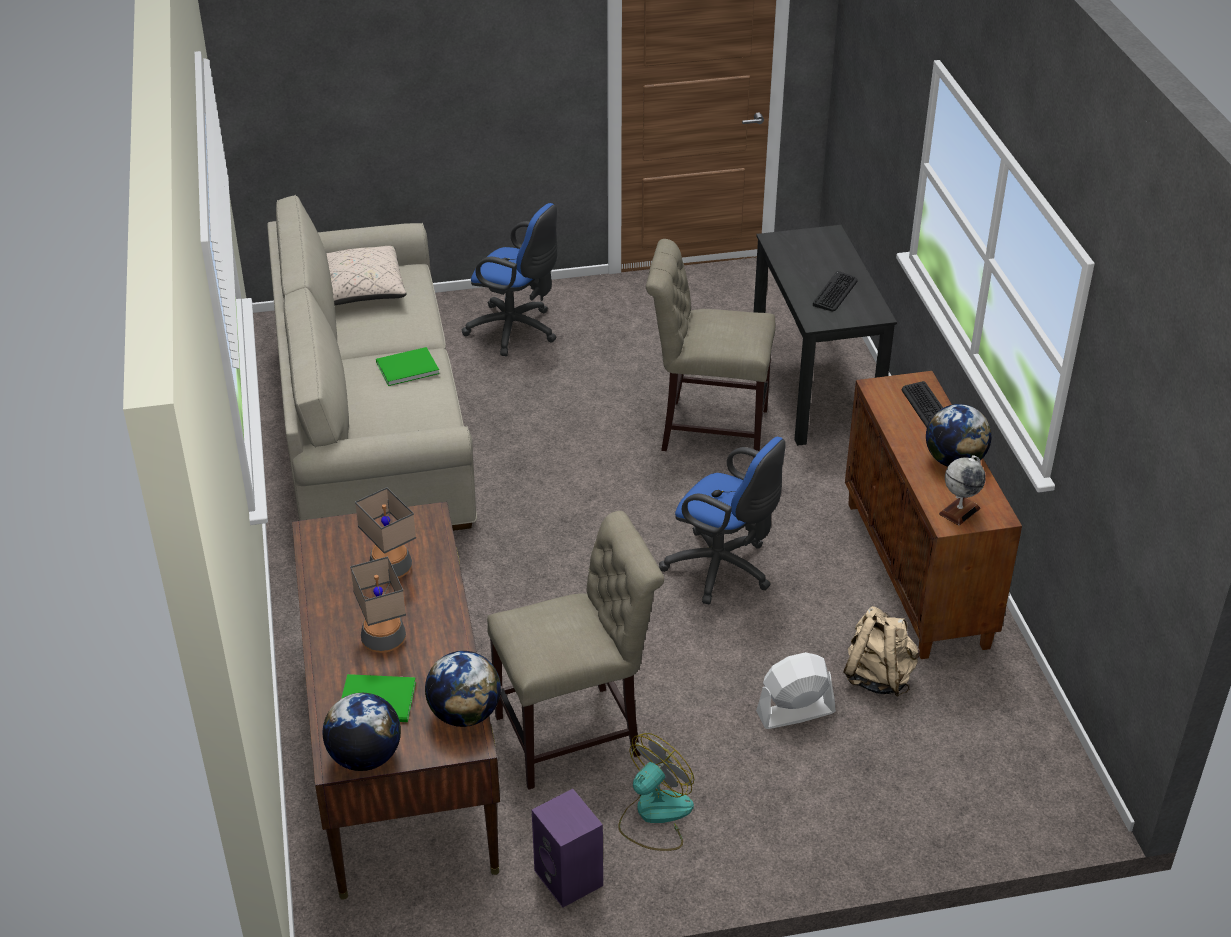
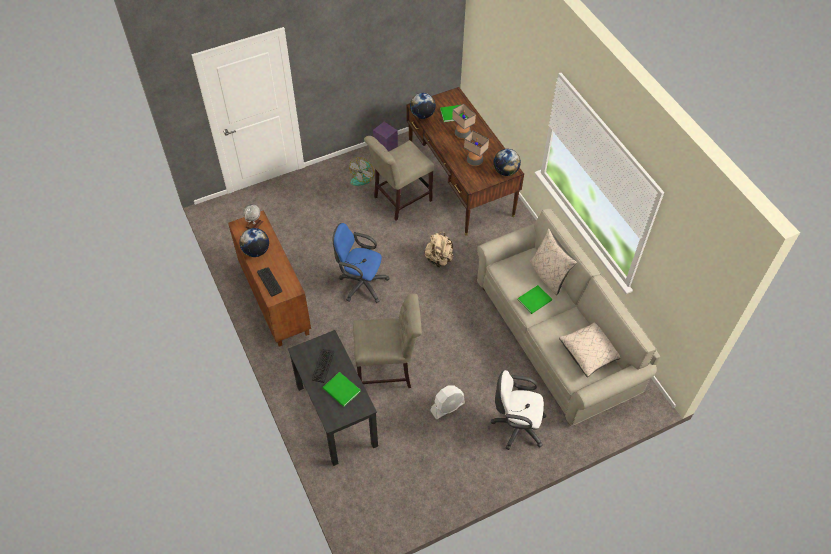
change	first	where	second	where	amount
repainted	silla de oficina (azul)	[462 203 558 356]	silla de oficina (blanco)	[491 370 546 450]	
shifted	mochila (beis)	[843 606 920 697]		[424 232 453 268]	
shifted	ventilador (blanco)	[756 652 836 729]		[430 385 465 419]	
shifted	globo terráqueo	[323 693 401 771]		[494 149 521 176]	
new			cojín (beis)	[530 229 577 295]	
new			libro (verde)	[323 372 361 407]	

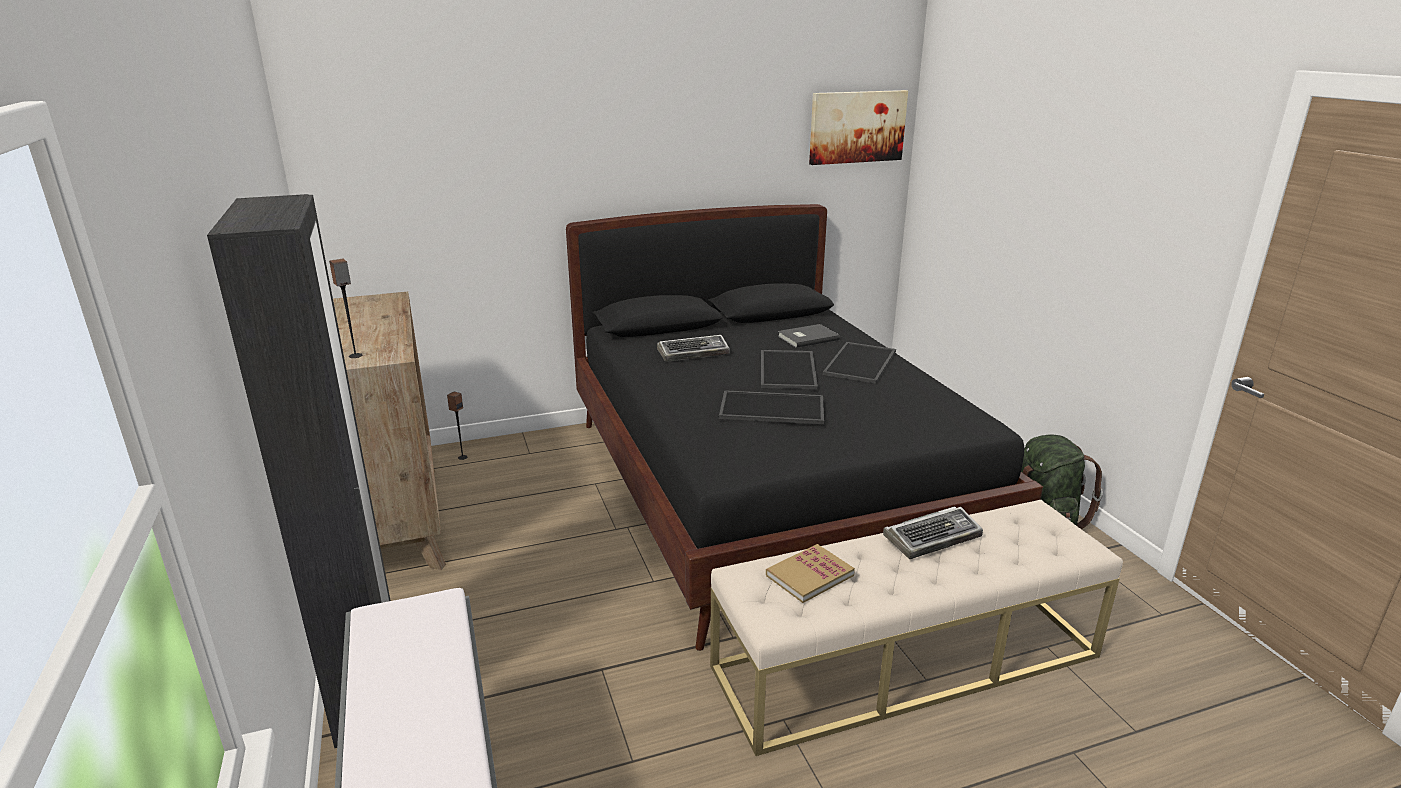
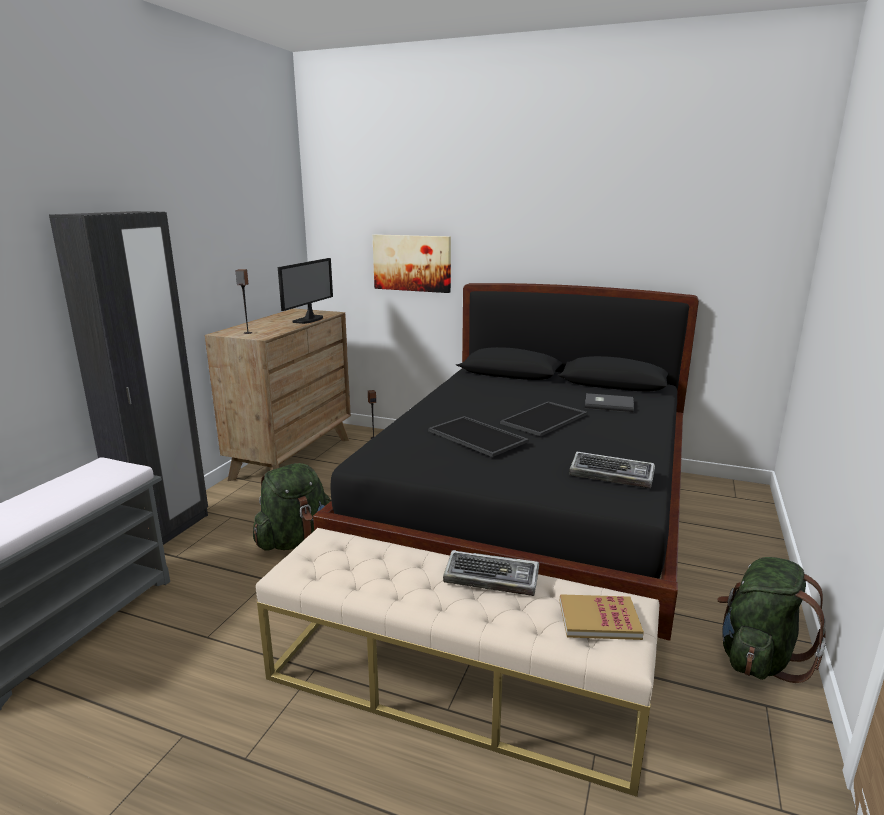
change	first	where	second	where	amount
shifted	cuadro	[809 90 908 165]		[373 234 451 293]	
shifted	teclado	[657 335 730 362]		[569 451 655 489]	
gone	bandeja	[823 342 896 383]			
shifted	libro	[766 544 855 603]		[560 594 644 640]	
new			monitor	[278 258 333 324]	
new			mochila (verde)	[253 463 331 551]	

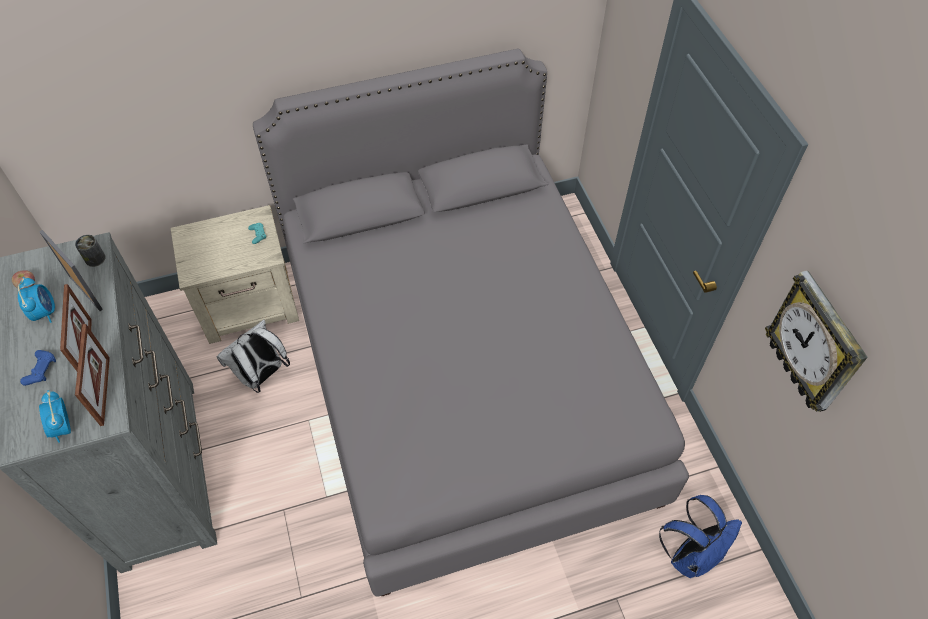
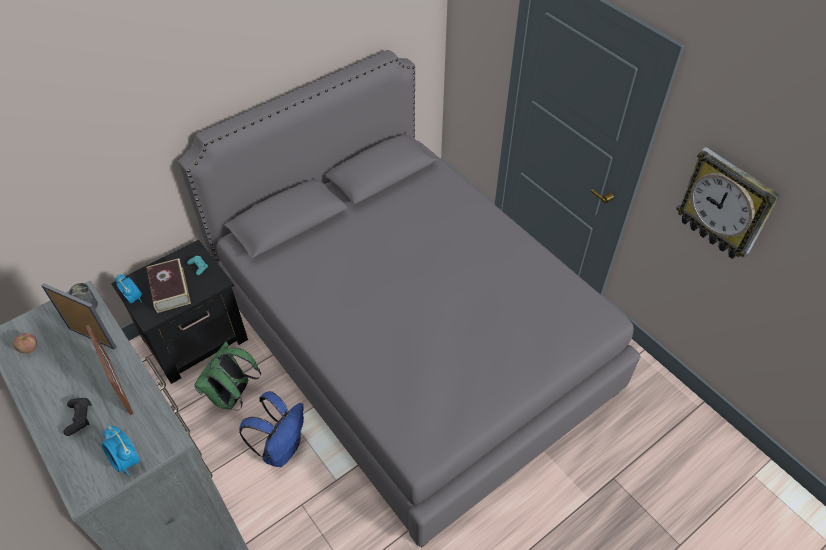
change	first	where	second	where	amount
repainted	mesita de noche (beis)	[170 205 299 344]	mesita de noche (negro)	[111 240 248 384]	
shifted	despertador	[18 277 55 323]		[115 274 142 304]	
repainted	mochila (blanco)	[217 319 290 393]	mochila (verde)	[194 341 261 410]	
gone	portarretratos	[75 324 110 426]			
repainted	mando de consola (azul)	[20 350 56 386]	mando de consola (negro)	[64 398 92 436]	
shifted	mochila (azul)	[659 495 742 578]		[239 391 304 467]	
new			libro	[147 258 191 313]	

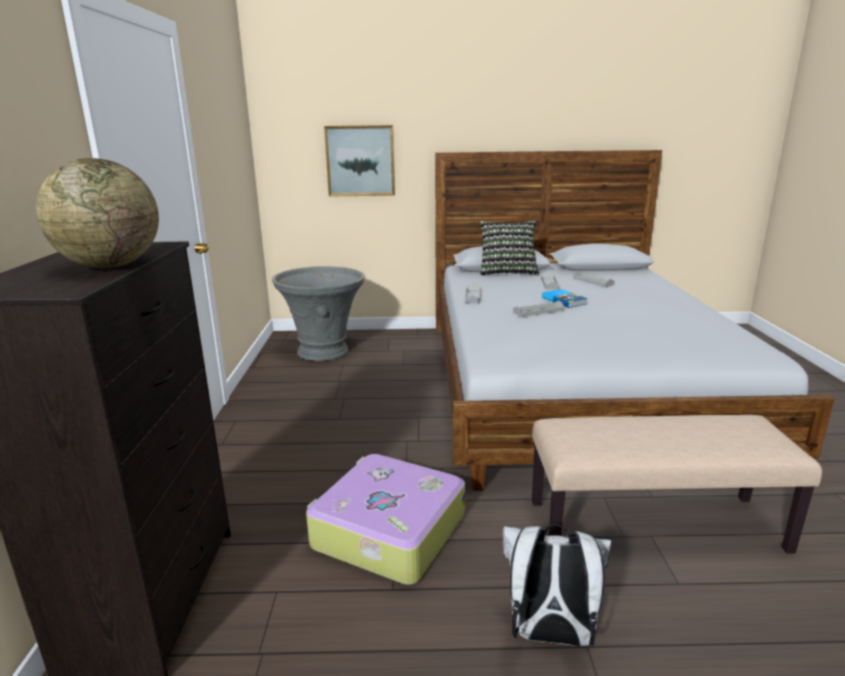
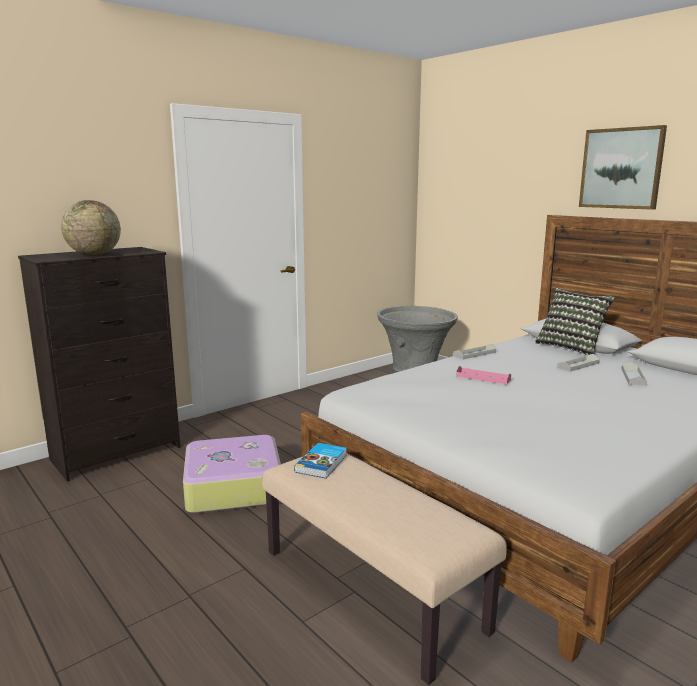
change	first	where	second	where	amount
shifted	cuadro	[324 125 395 196]		[579 125 667 210]	
shifted	libro	[542 289 588 308]		[294 443 347 479]	
repainted	bandeja (gris)	[513 301 564 317]	bandeja (rosa)	[456 366 511 384]	
gone	mochila (blanco)	[503 524 611 646]			

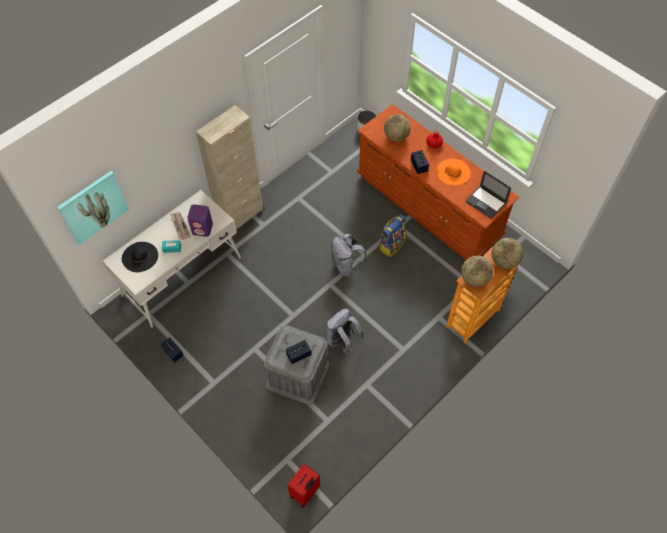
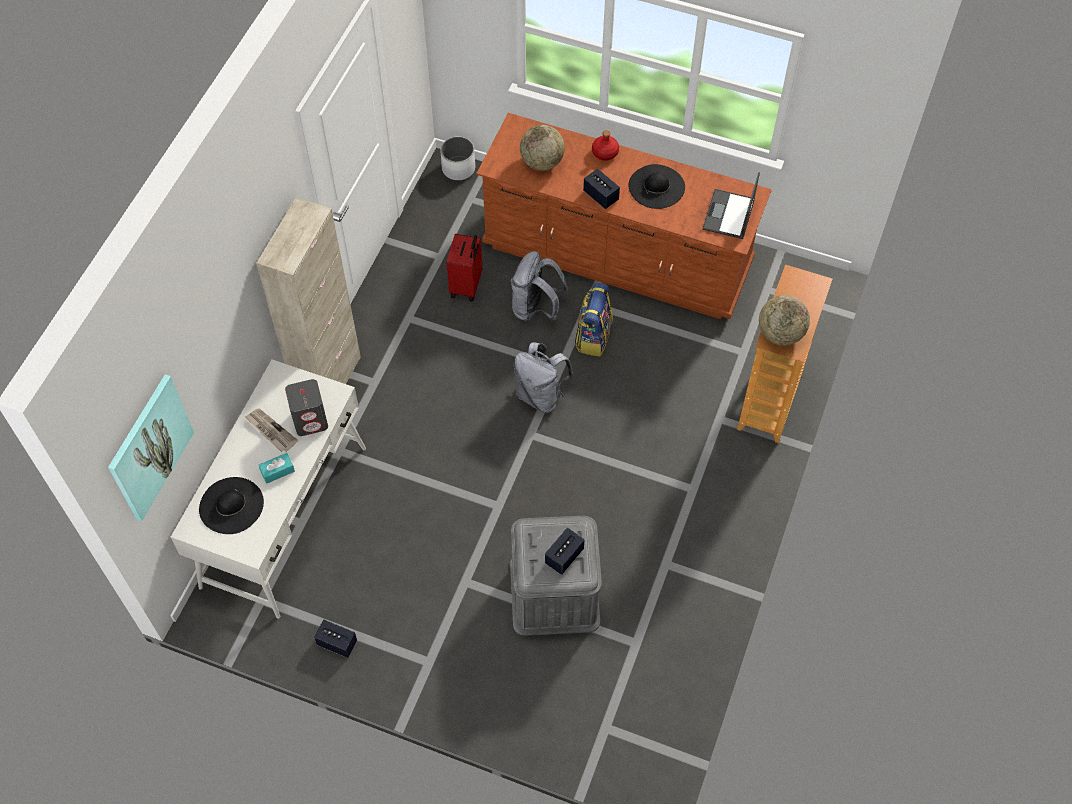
change	first	where	second	where	amount
repainted	sombrero (naranja)	[436 159 471 186]	sombrero (negro)	[628 164 685 209]	
rotated	portátil	[465 171 511 219]		[702 172 760 239]	90 degrees clockwise
repainted	altavoz (morado)	[187 204 213 237]	altavoz (gris)	[285 379 328 436]	
gone	globo terráqueo	[492 238 523 269]			
shifted	mochila (gris)	[326 309 364 355]		[511 251 568 321]	
shifted	maleta (rojo)	[287 464 320 507]		[447 234 482 301]	

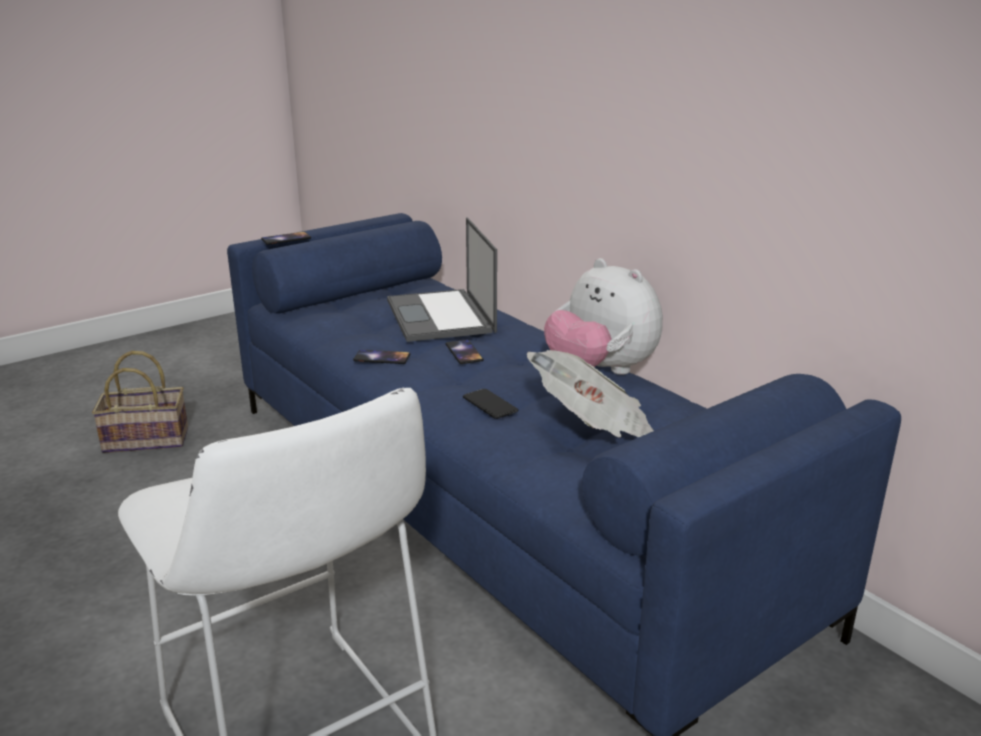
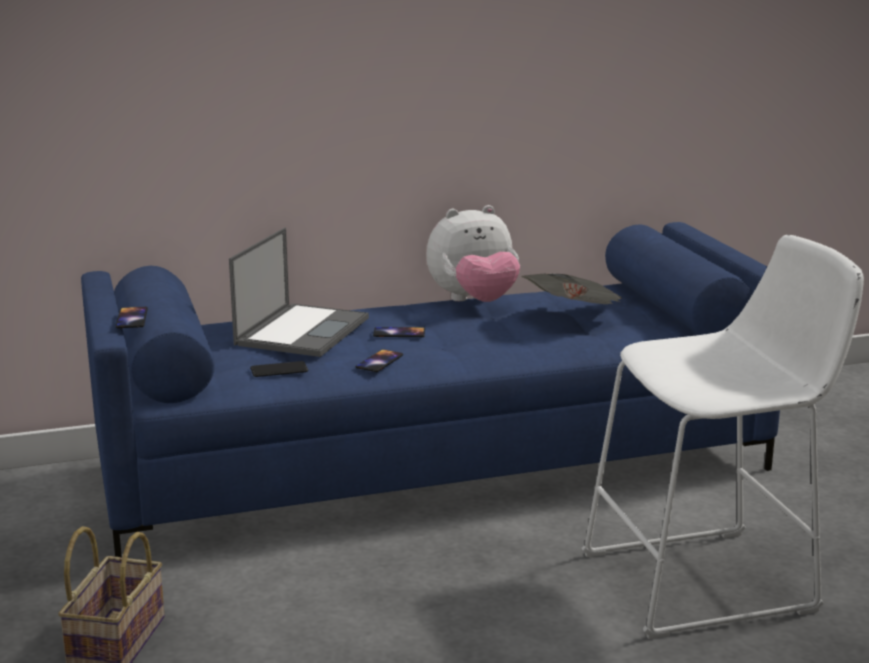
change	first	where	second	where	amount
rotated	portátil	[387 217 497 342]		[229 228 369 357]	75 degrees counterclockwise
shifted	móvil	[463 389 518 419]		[250 361 308 377]	

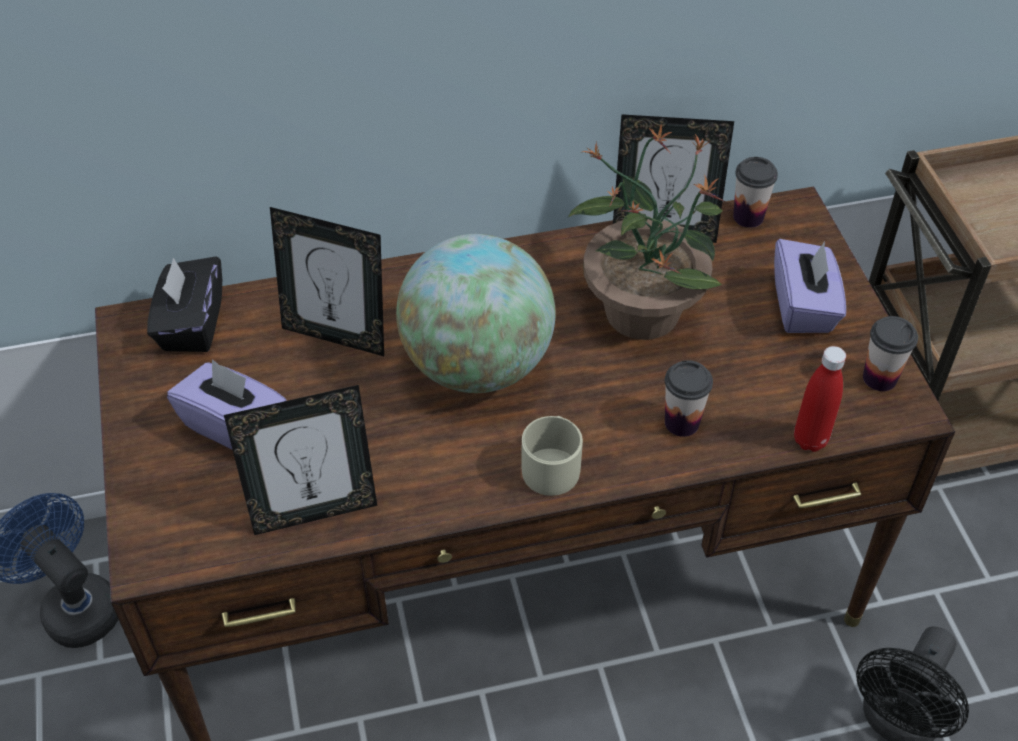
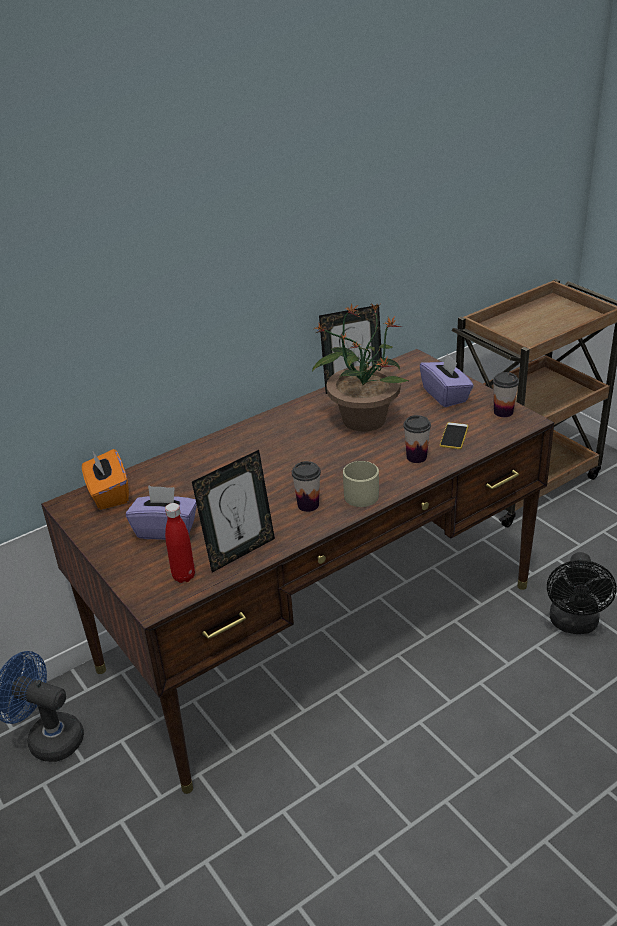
change	first	where	second	where	amount
shifted	taza	[733 157 778 228]		[292 461 321 512]	
gone	portarretratos	[270 207 384 356]			
gone	globo terráqueo	[396 234 555 393]			
repainted	caja de pañuelos (negro)	[147 256 222 352]	caja de pañuelos (naranja)	[82 449 129 510]	
shifted	botella (rojo)	[794 346 846 452]		[165 503 195 583]	
new			móvil	[440 422 469 449]	

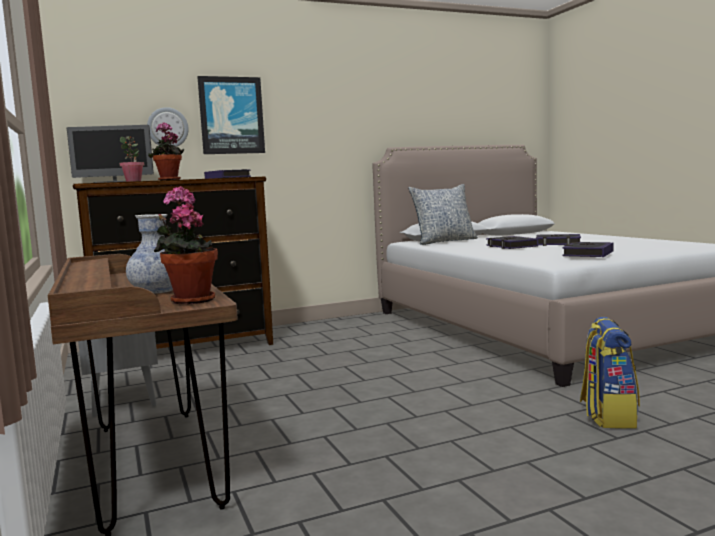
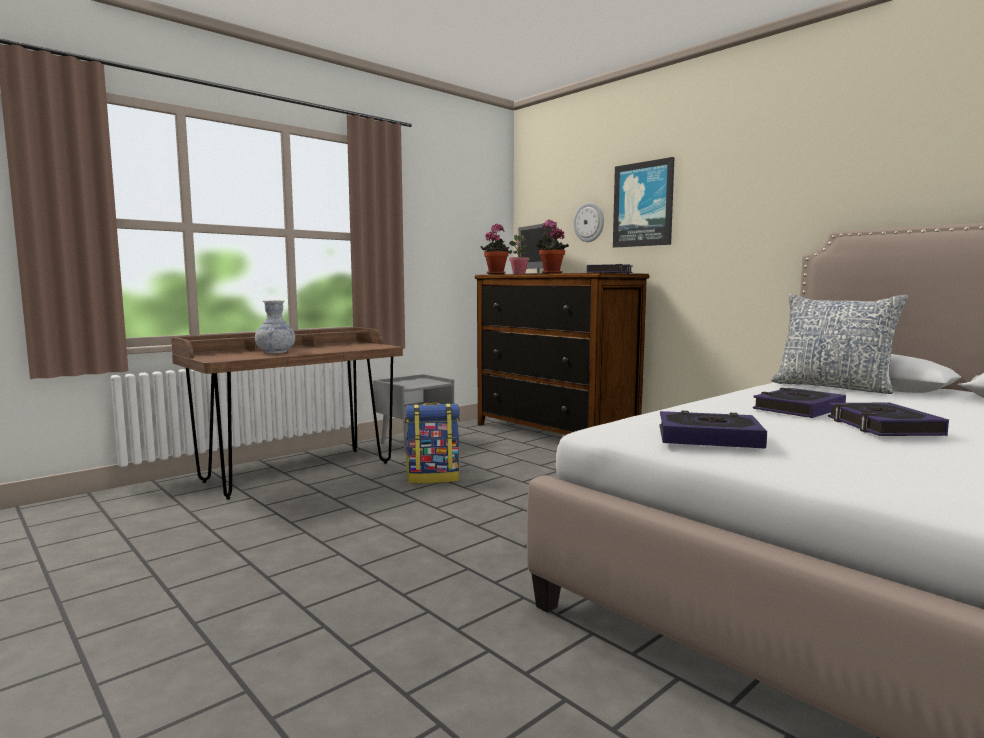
change	first	where	second	where	amount
shifted	planta en maceta	[154 186 218 304]		[480 224 512 274]	
shifted	mochila	[580 317 640 429]		[405 403 460 484]	

